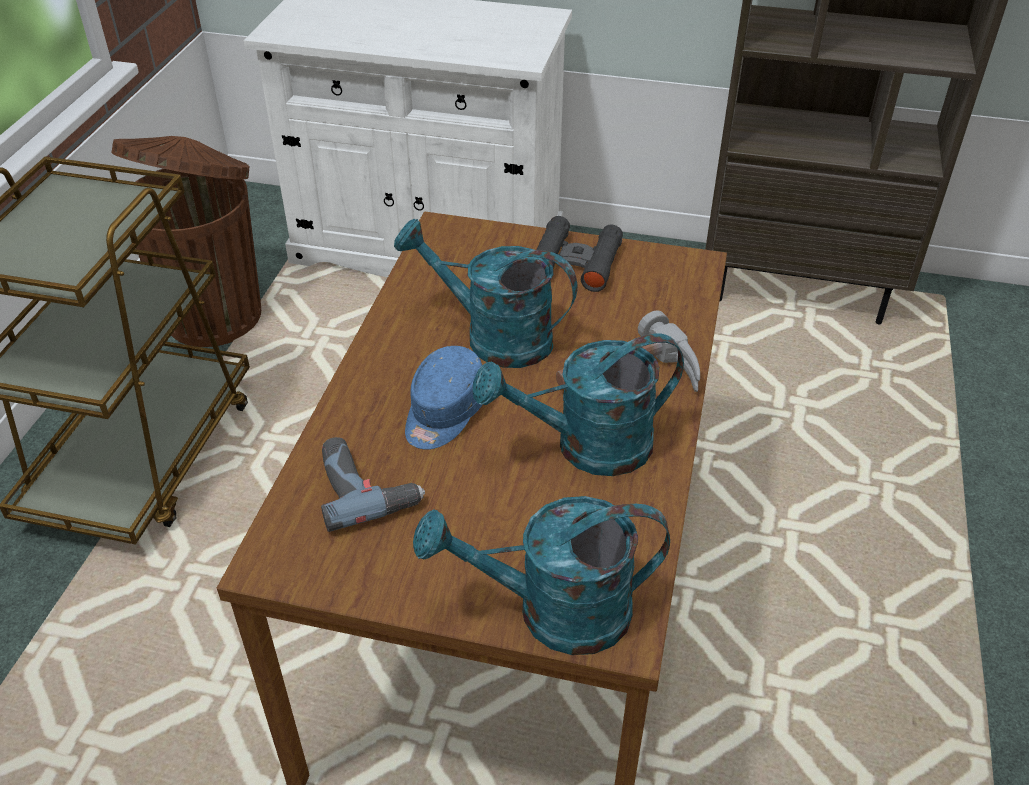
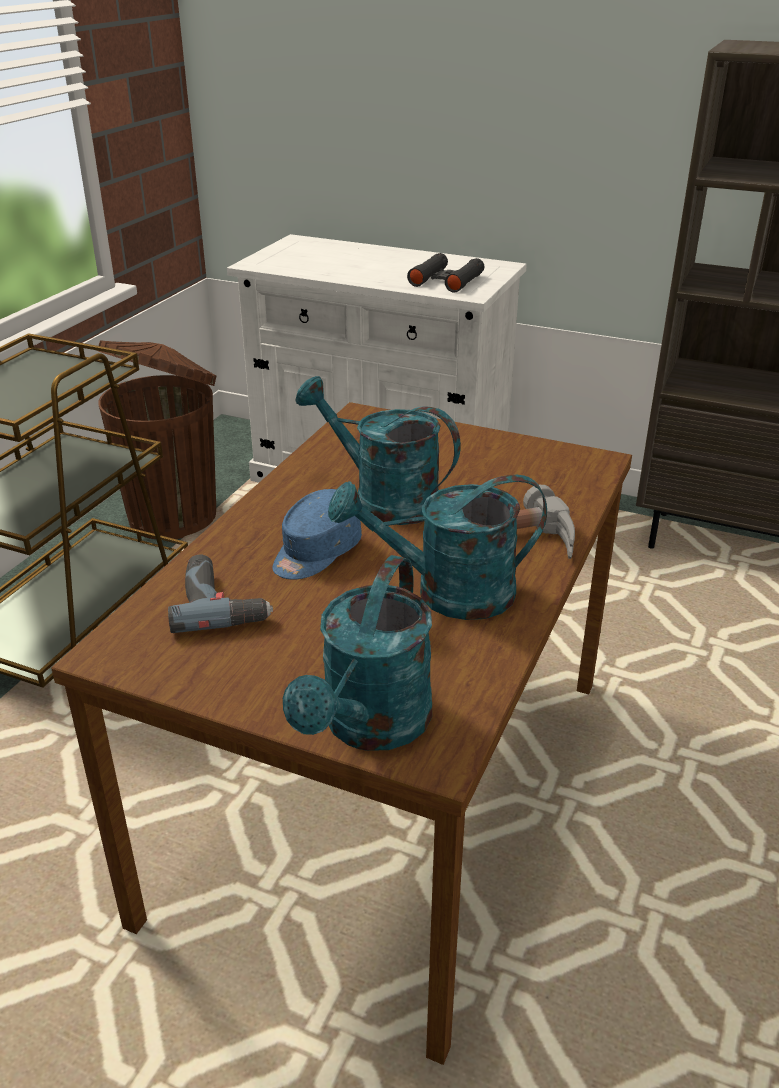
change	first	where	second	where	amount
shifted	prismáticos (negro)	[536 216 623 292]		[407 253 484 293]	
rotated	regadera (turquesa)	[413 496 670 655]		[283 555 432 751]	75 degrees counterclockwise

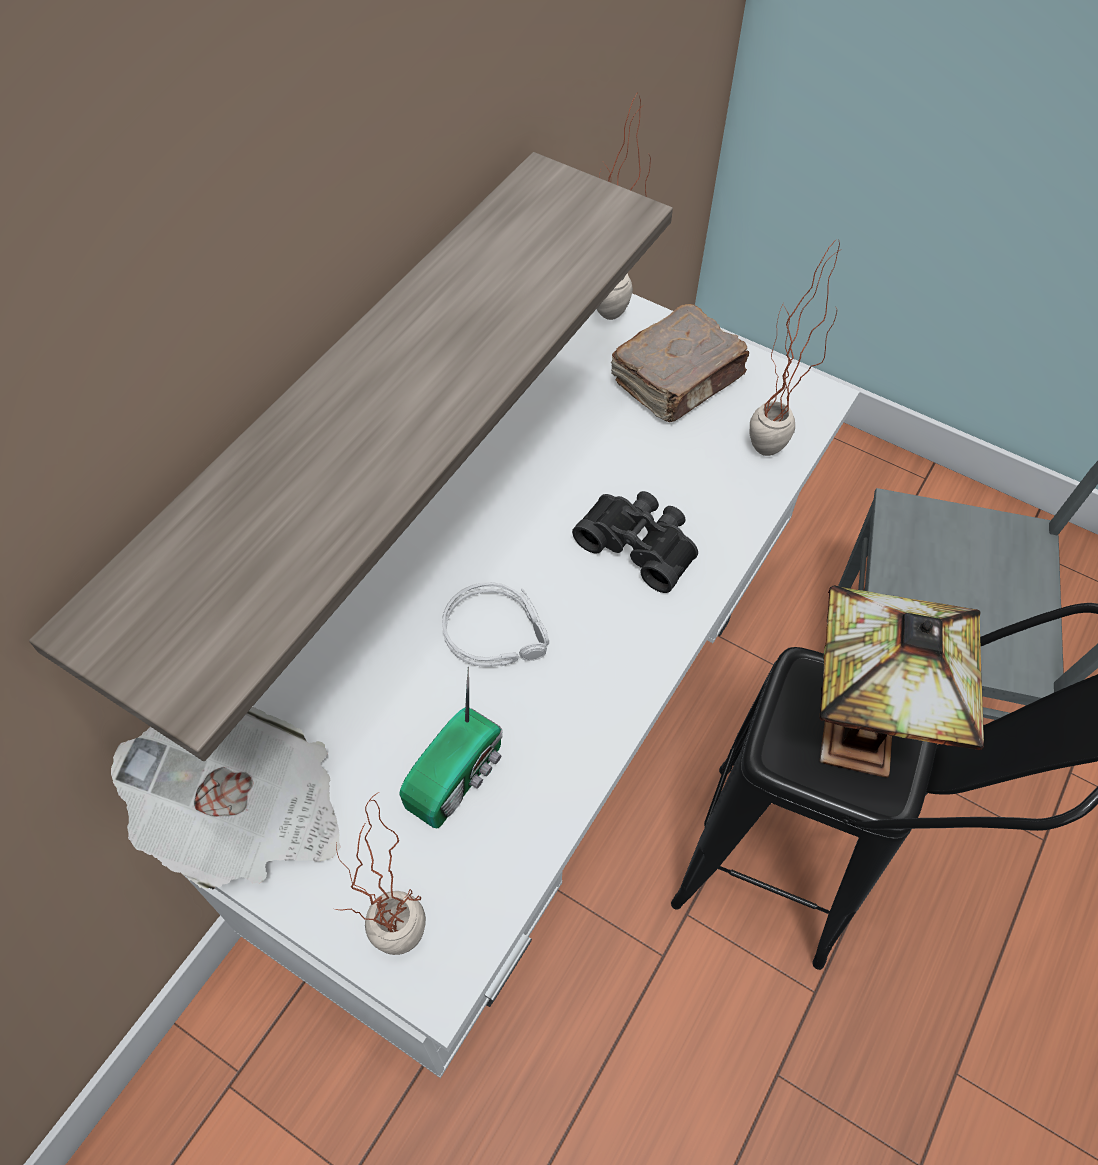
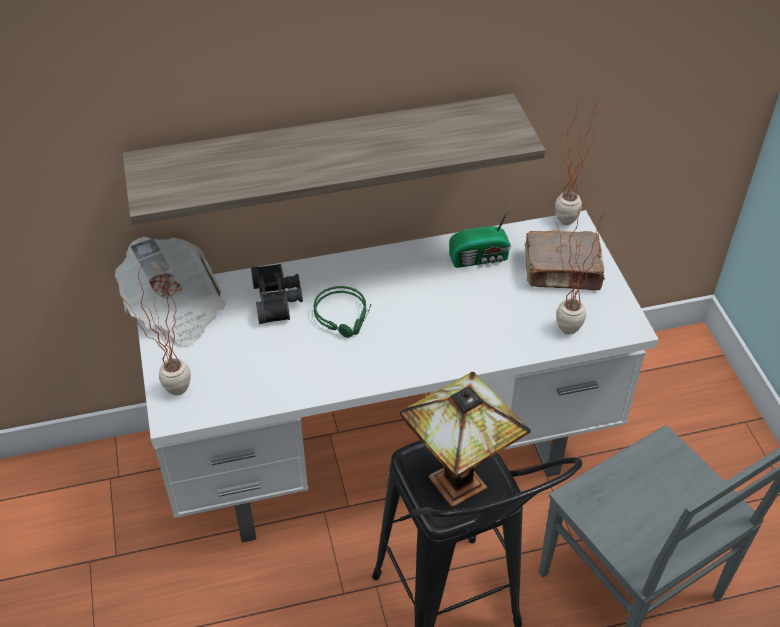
change	first	where	second	where	amount
shifted	prismáticos (negro)	[572 491 698 593]		[251 264 303 324]	
repainted	auriculares (gris)	[442 582 549 667]	auriculares (verde)	[313 286 371 338]	
shifted	radio	[399 667 503 828]		[449 204 511 268]	

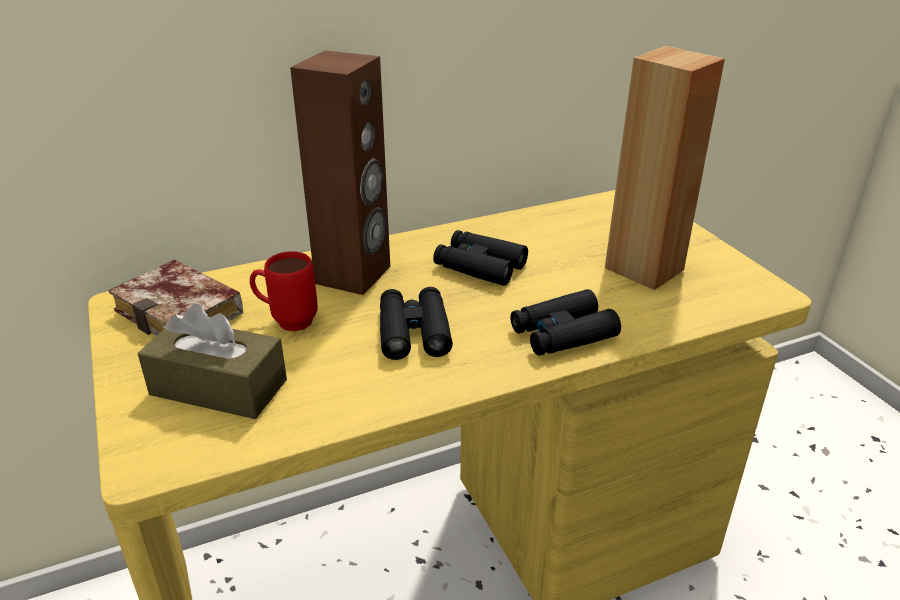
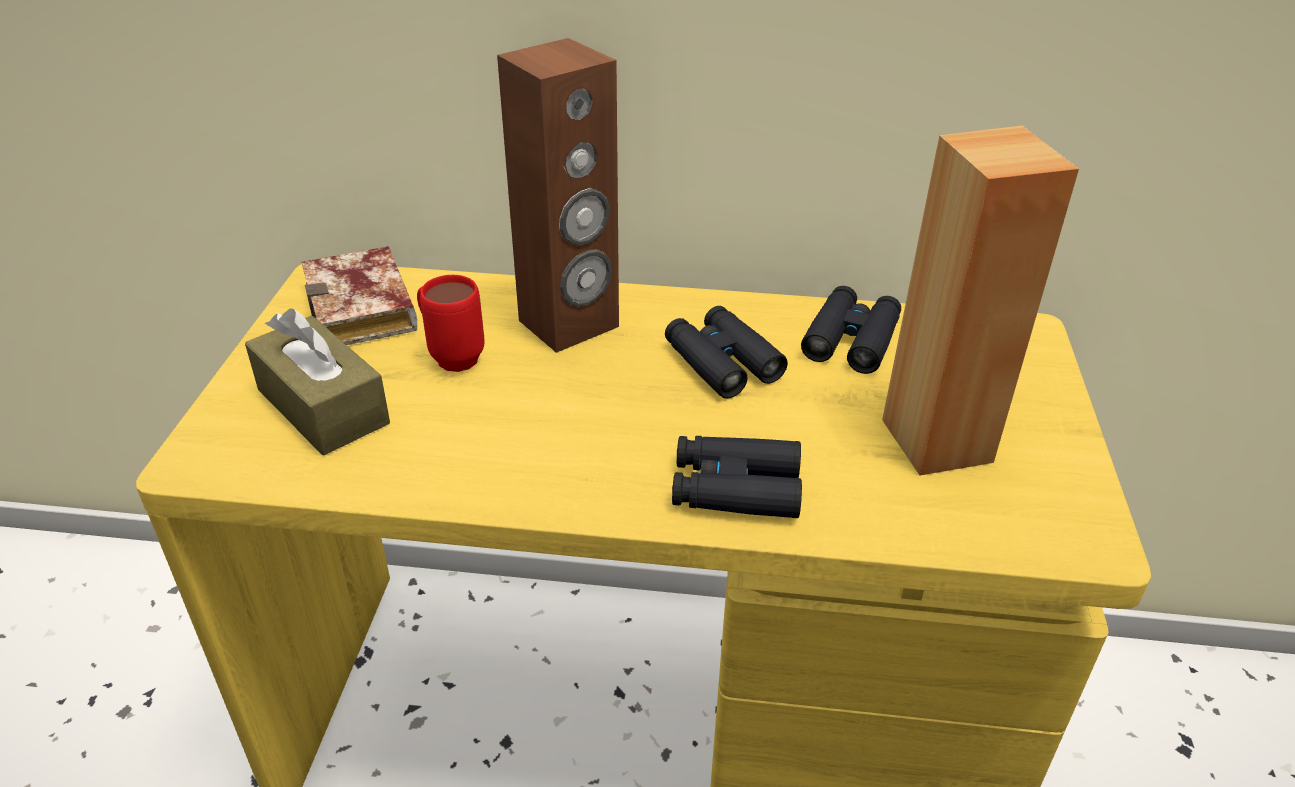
change	first	where	second	where	amount
shifted	prismáticos (negro)	[380 287 453 360]		[801 286 901 374]	

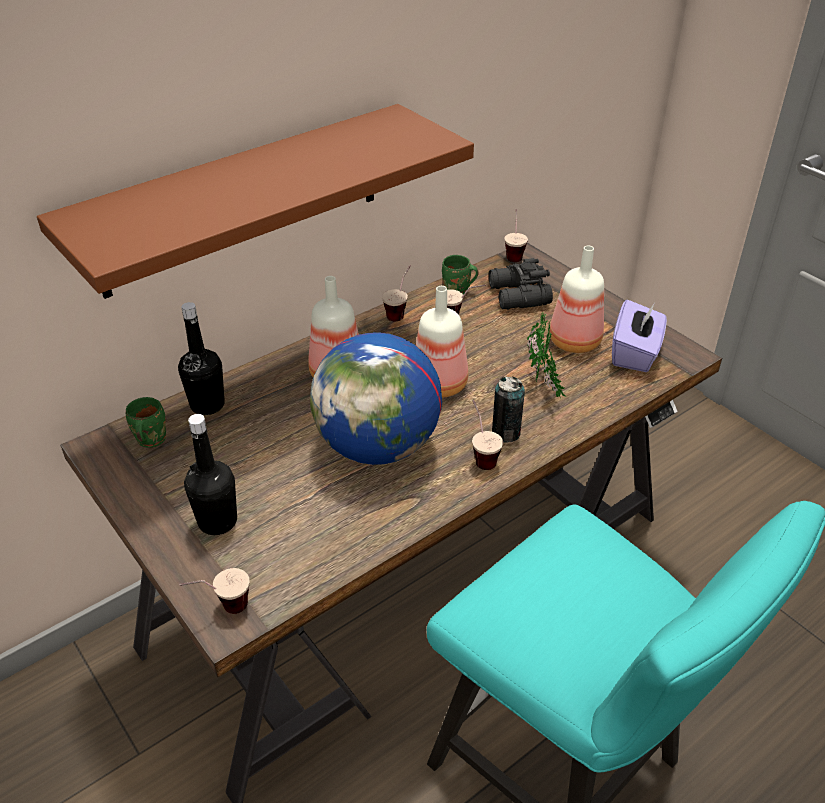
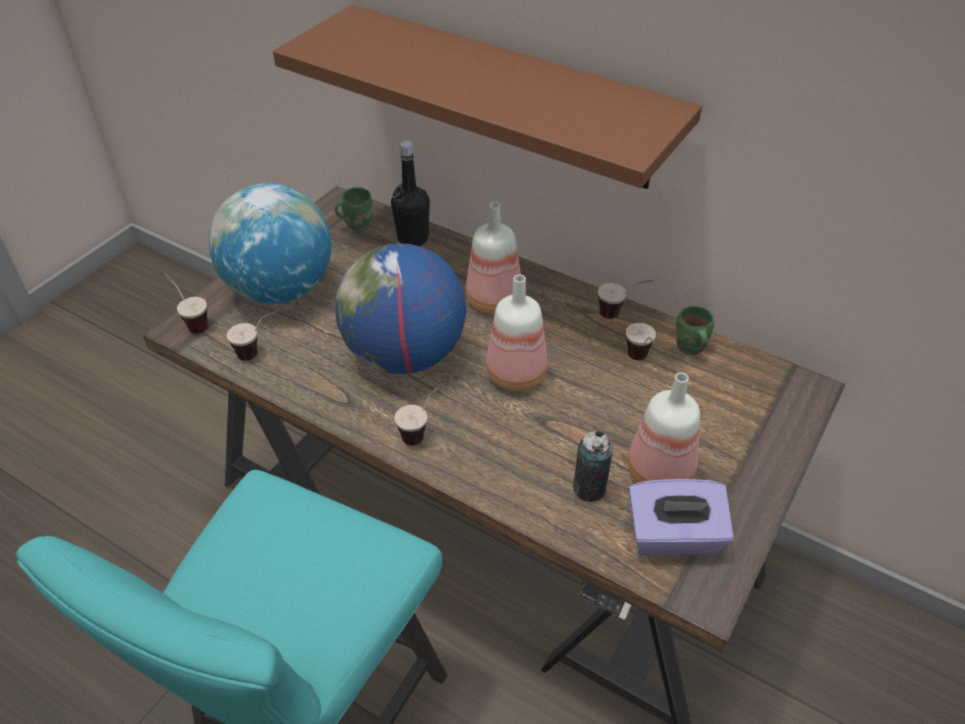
change	first	where	second	where	amount
shifted	taza	[504 209 528 262]		[227 310 279 361]	
gone	prismáticos (negro)	[489 258 553 310]			
gone	planta en maceta	[527 312 567 398]			
shifted	lata	[492 376 525 443]		[573 431 613 502]	
swapped	botella (negro)	[184 414 237 535]	globo terráqueo	[209 183 332 304]	

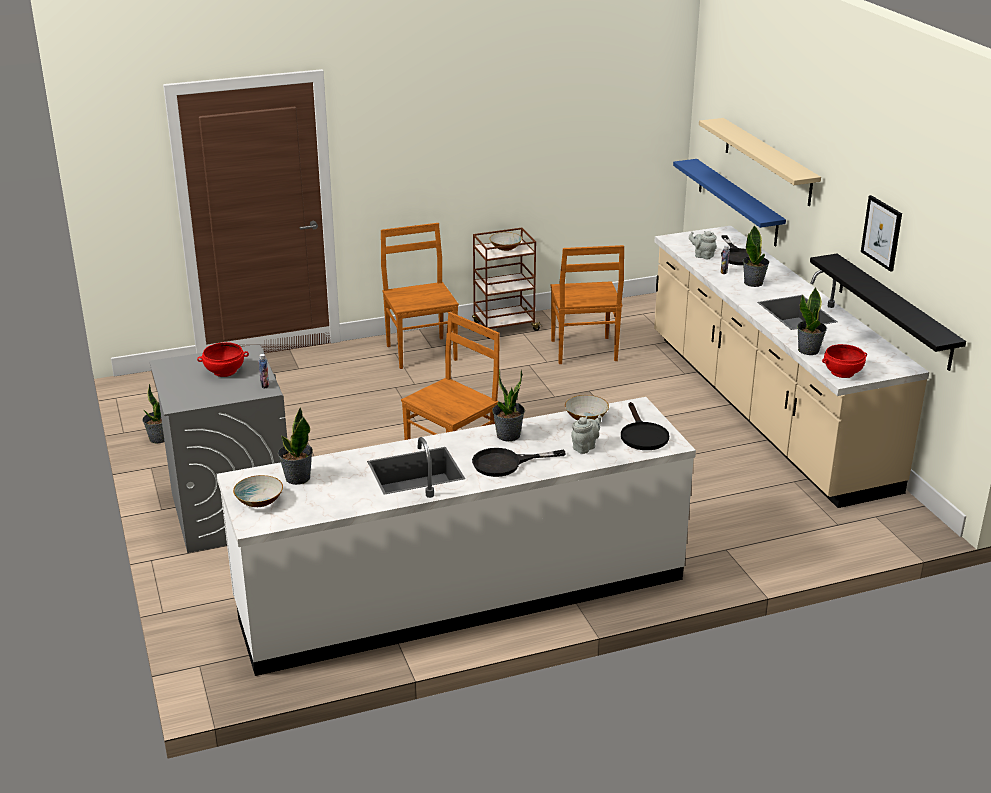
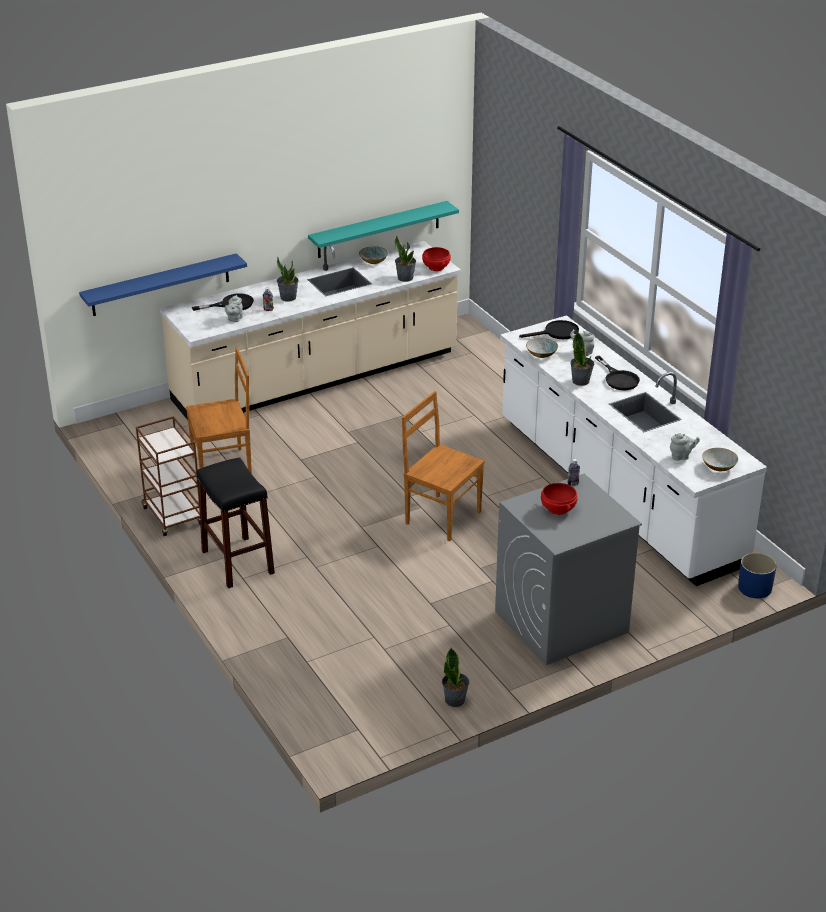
change	first	where	second	where	amount
gone	estante (beis)	[699 118 821 206]			
gone	cuadro	[861 195 902 272]			
swapped	silla (marrón)	[381 223 459 369]	taburete (negro)	[197 457 275 588]	
shifted	cuenco	[490 232 522 251]		[359 246 388 264]	
repainted	estante (negro)	[810 254 966 371]	estante (turquesa)	[308 201 459 258]	
swapped	planta en maceta	[278 407 313 485]	tetera (gris)	[670 433 700 461]	
new			maceta (azul)	[738 553 777 598]	

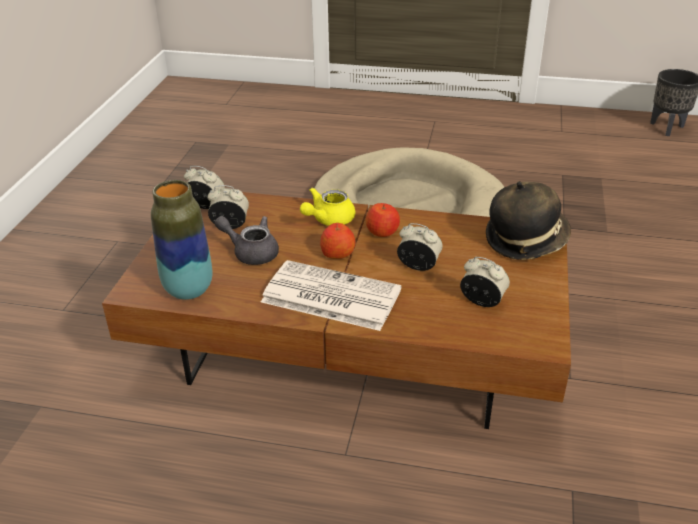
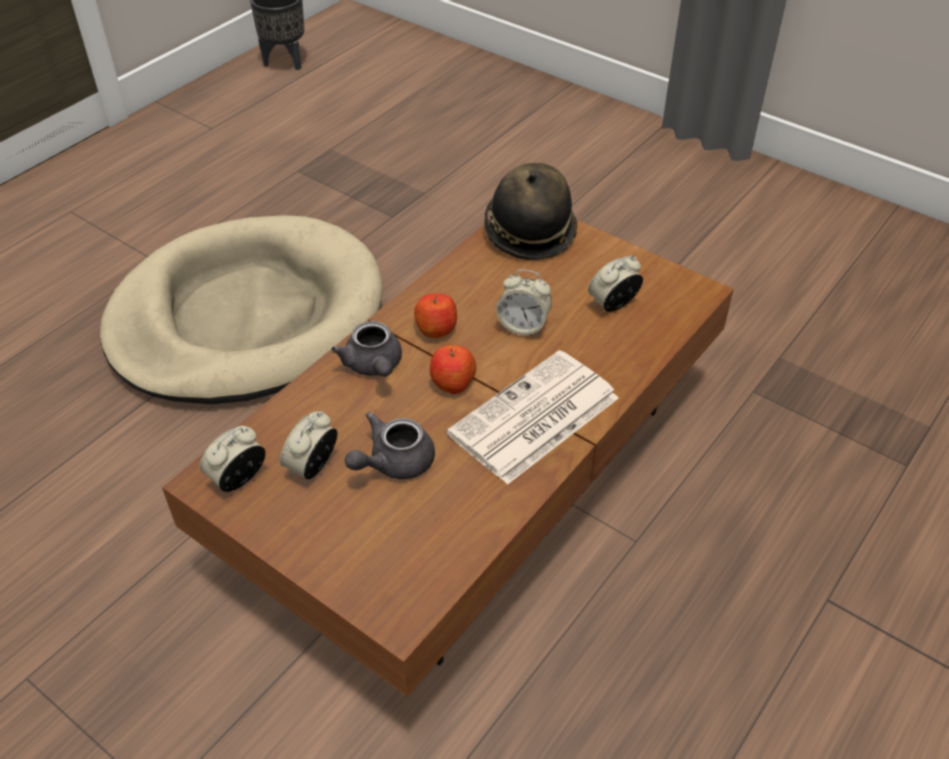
change	first	where	second	where	amount
gone	florero	[151 180 212 300]			
repainted	tetera (amarillo)	[300 188 355 226]	tetera (gris)	[331 321 402 377]	
rotated	despertador	[397 223 443 271]		[496 270 552 336]	120 degrees counterclockwise

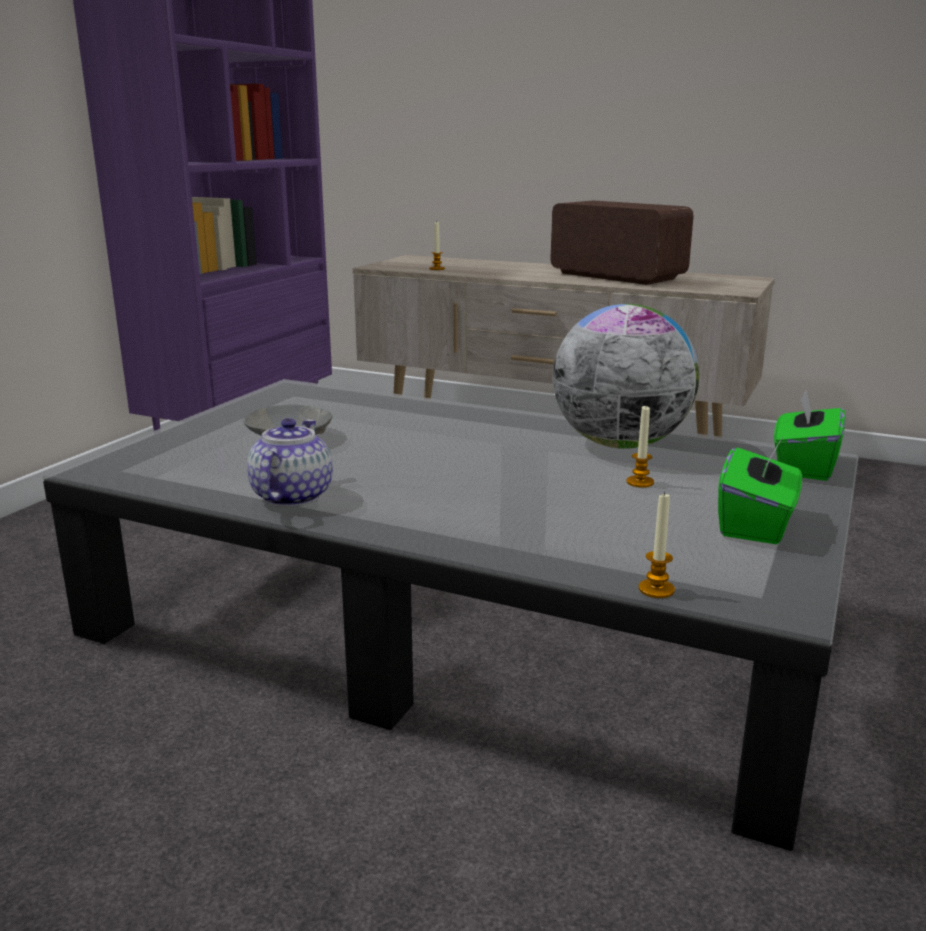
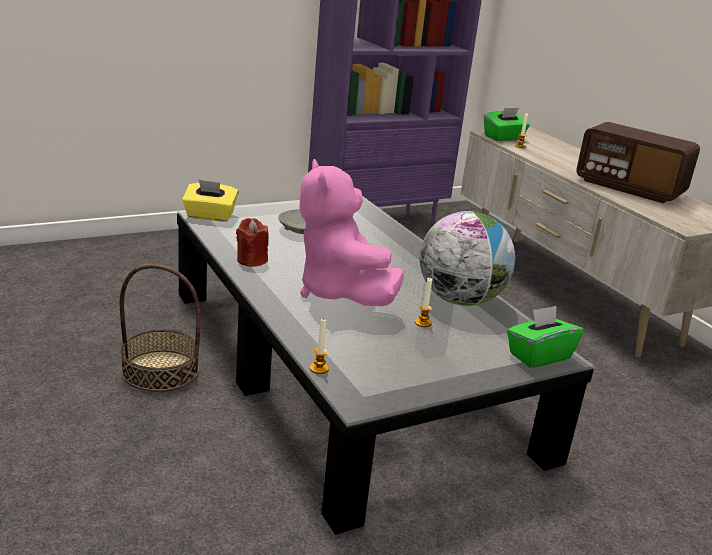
change	first	where	second	where	amount
rotated	radio	[550 200 694 285]		[576 122 700 203]	135 degrees clockwise
swapped	tetera	[247 418 333 507]	vela (rojo)	[236 218 269 267]	
shifted	caja de pañuelos (verde)	[718 439 802 544]		[484 108 530 141]	
new			peluche (rosa)	[299 159 404 306]	
new			caja de pañuelos (amarillo)	[182 179 239 222]	
new			cesta	[119 264 201 392]	

